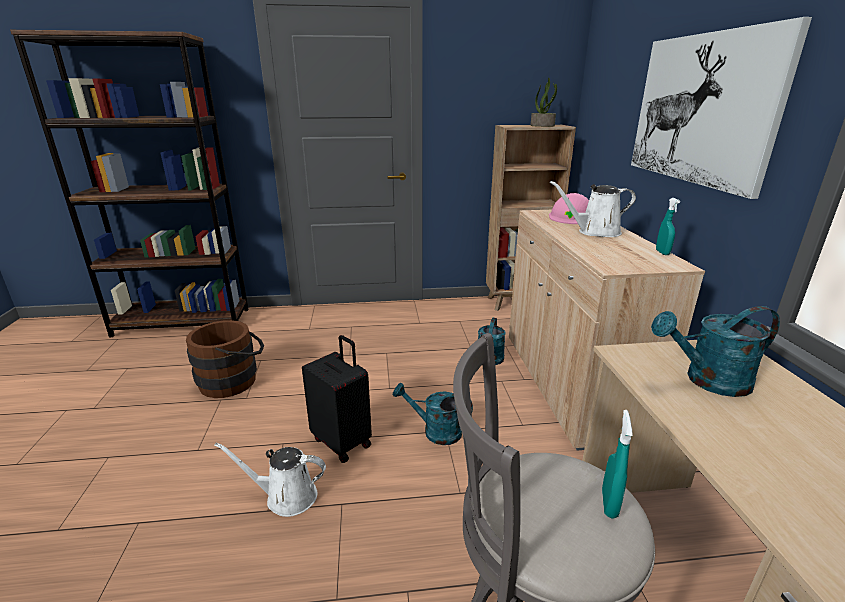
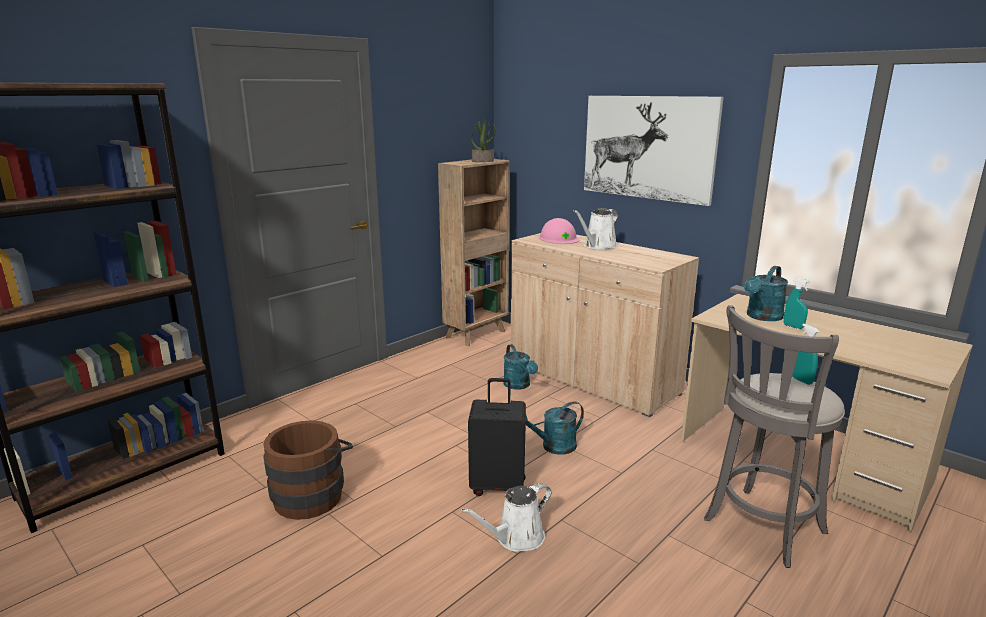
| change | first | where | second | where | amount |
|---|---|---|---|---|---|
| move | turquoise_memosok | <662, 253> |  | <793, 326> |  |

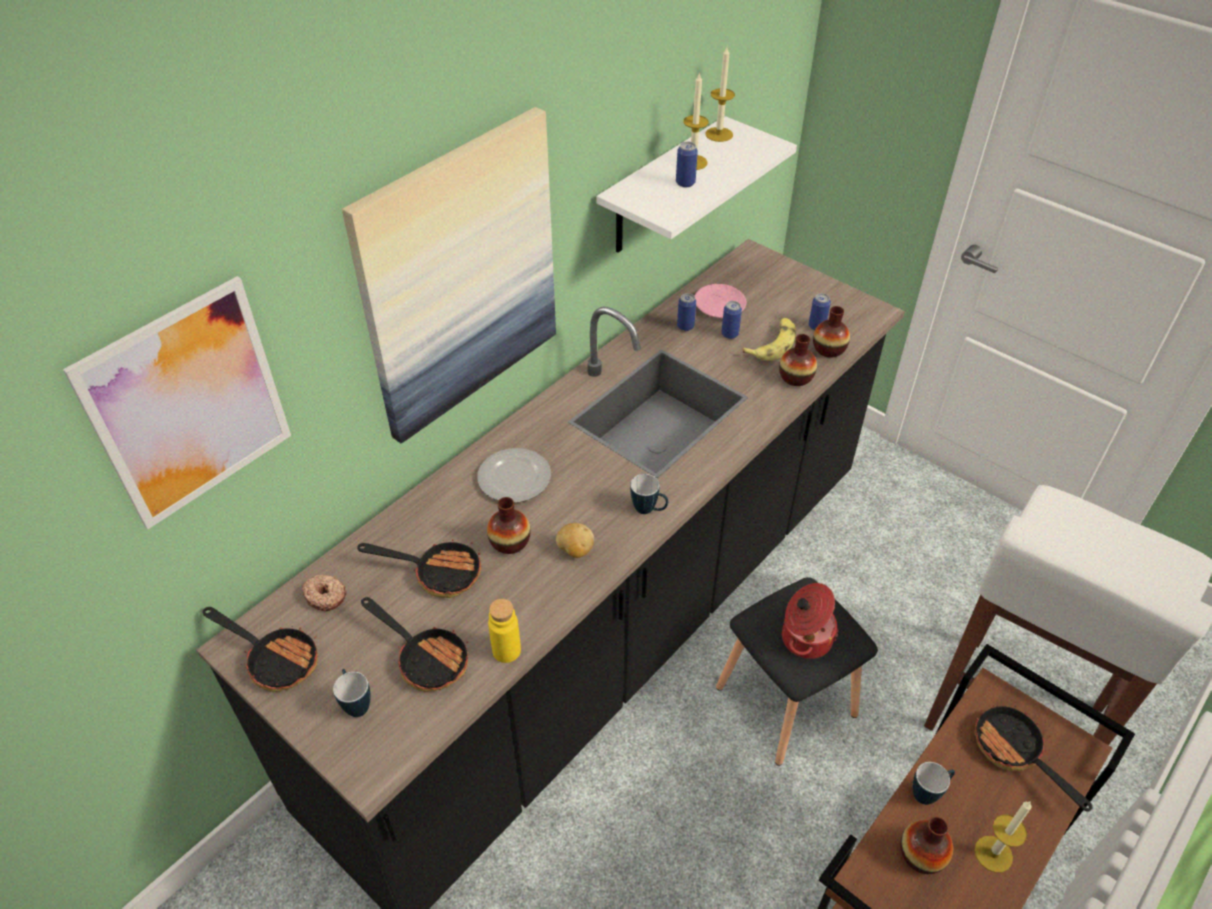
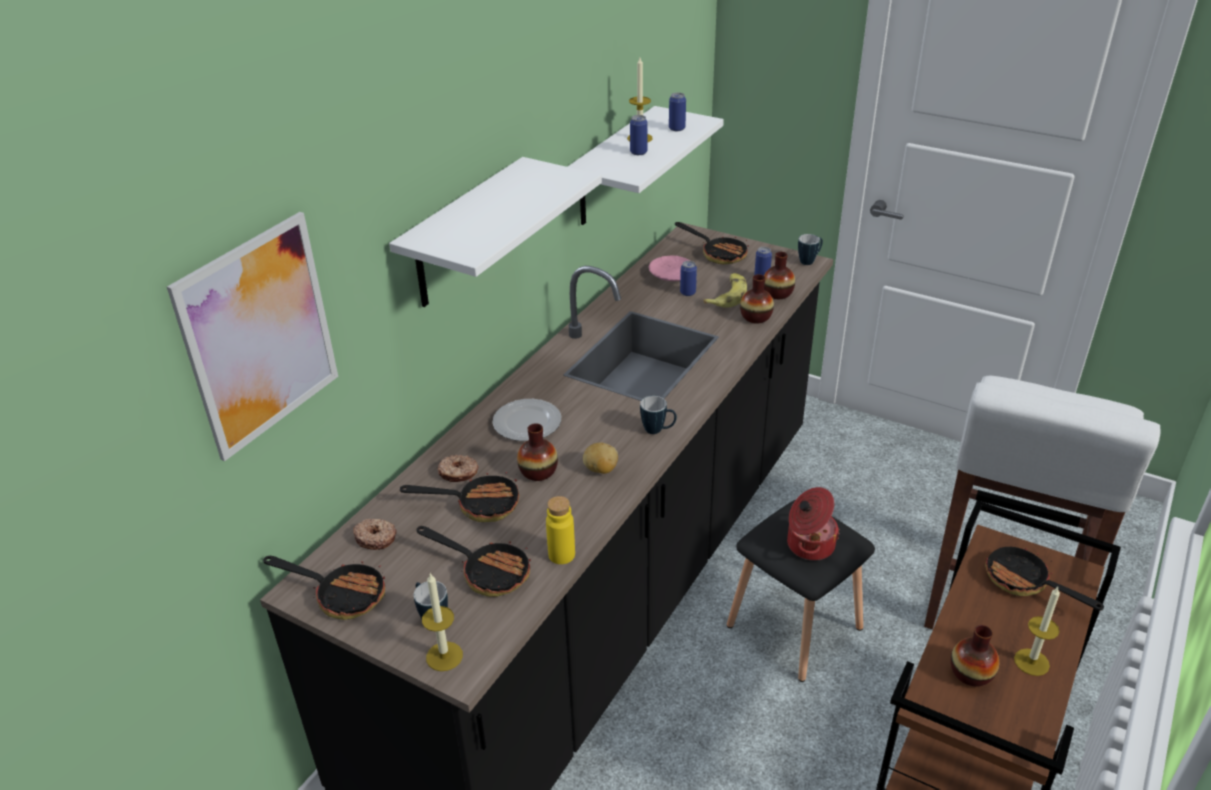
| change | first | where | second | where | amount |
|---|---|---|---|---|---|
| insert |  |  | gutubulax | <458, 473> |  |
| insert |  |  | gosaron | <718, 253> |  |
| move | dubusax | <685, 326> |  | <677, 128> |  |
| move | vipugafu | <719, 134> |  | <444, 656> |  |
| move | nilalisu | <928, 793> |  | <809, 261> |  |
| replace | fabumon | <459, 277> | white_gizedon | <464, 235> |  |

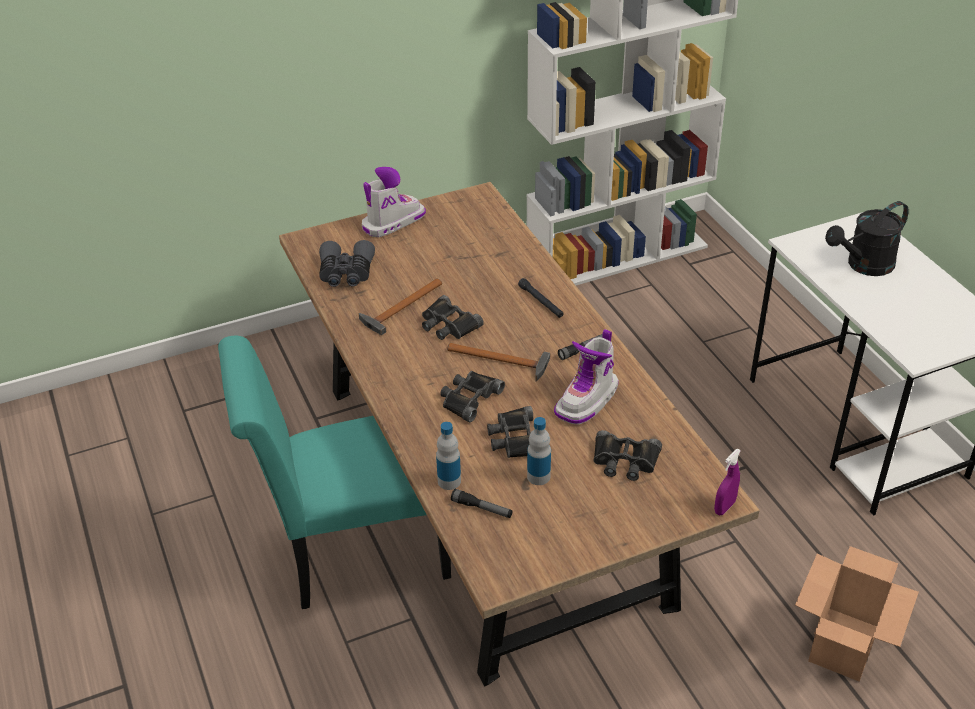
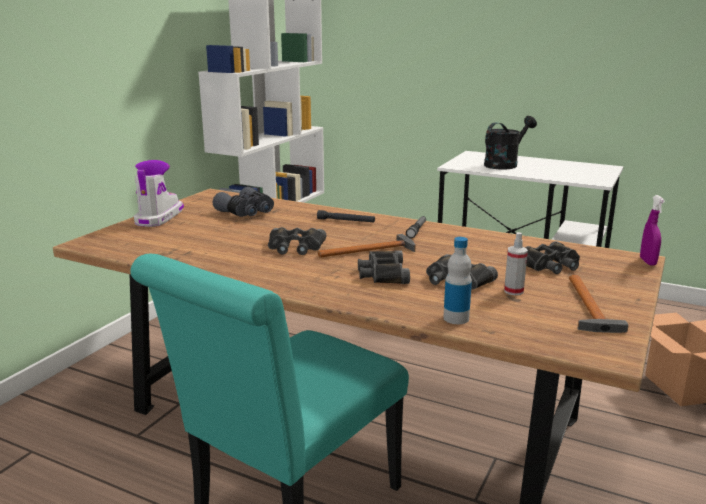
| change | first | where | second | where | amount |
|---|---|---|---|---|---|
| delete | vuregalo | <482, 508> |  |  |  |
| delete | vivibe | <587, 401> |  |  |  |
| move | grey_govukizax | <346, 273> |  | <247, 213> |  |
| move | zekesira | <400, 308> |  | <588, 307> |  |
| replace | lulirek | <538, 476> | memosok | <513, 291> |  |
| rotate | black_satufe | <864, 266> |  | <504, 164> | 150 degrees counterclockwise |

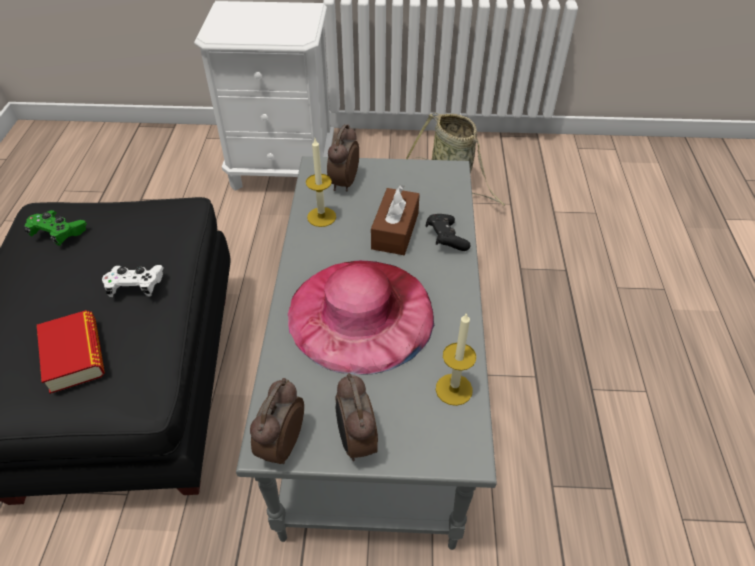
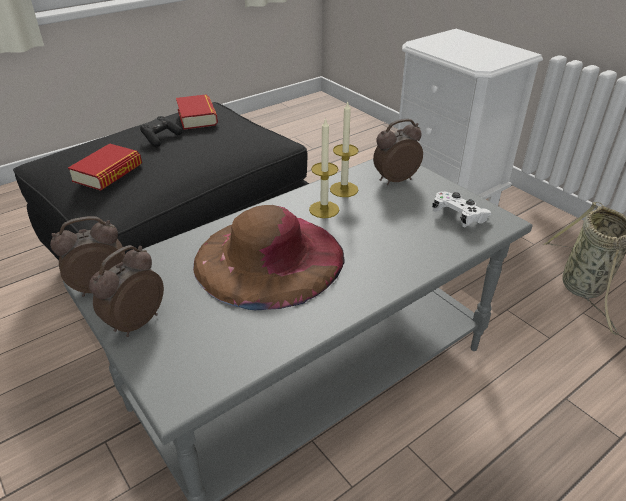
| change | first | where | second | where | amount |
|---|---|---|---|---|---|
| delete | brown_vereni | <395, 231> |  |  |  |
| move | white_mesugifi | <136, 286> |  | <458, 216> |  |
| move | black_mesugifi | <445, 239> |  | <161, 138> |  |
| move | vipugafu | <454, 389> |  | <324, 209> |  |
| replace | green_mesugifi | <58, 233> | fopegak | <197, 117> |  |
| recolor | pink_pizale | <361, 313> | brown_pizale | <269, 258> |  |

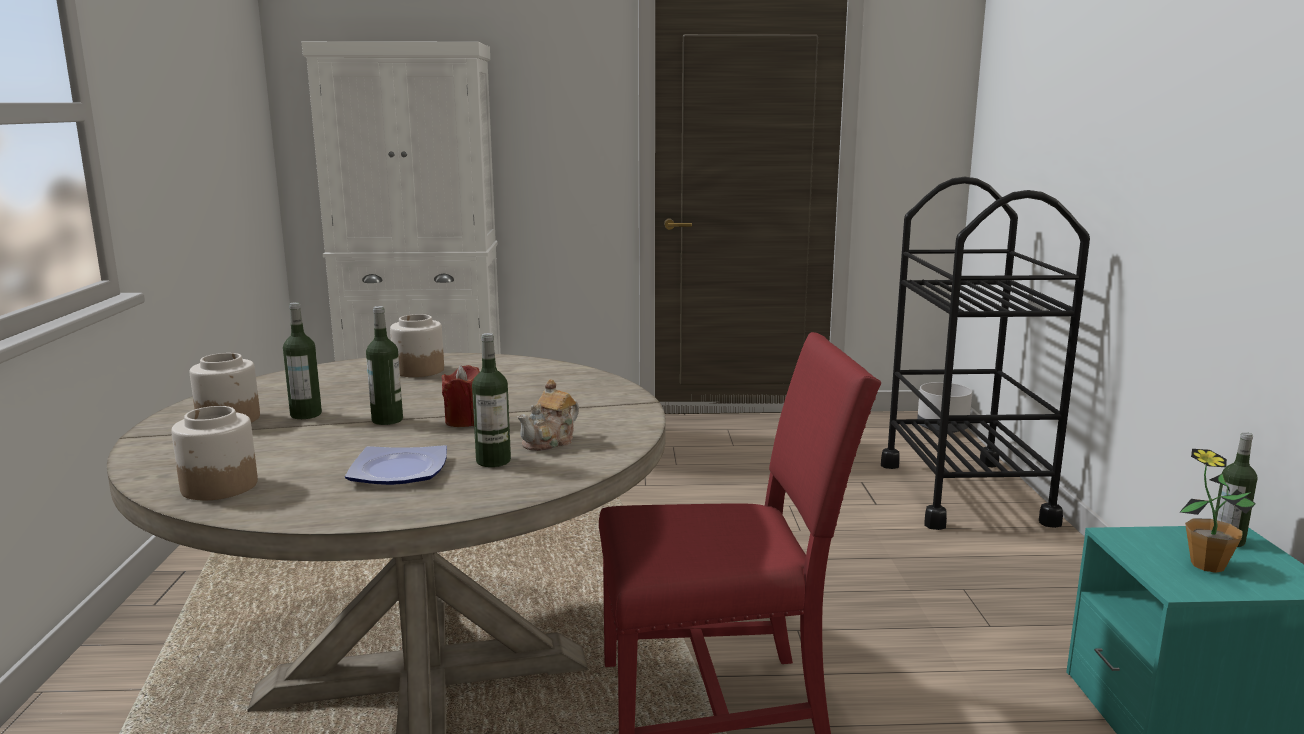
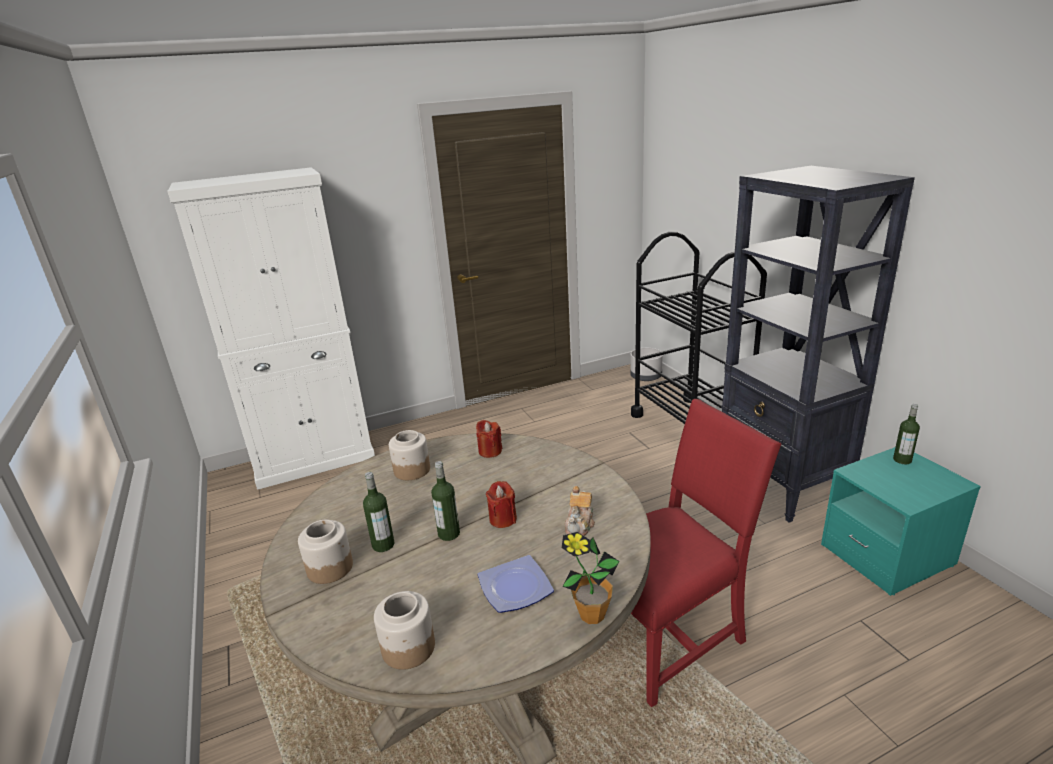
| change | first | where | second | where | amount |
|---|---|---|---|---|---|
| delete | lulirek | <493, 461> |  |  |  |
| insert |  |  | red_vipugafu | <490, 451> |  |
| insert |  |  | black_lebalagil | <782, 485> |  |
| move | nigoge | <1207, 565> |  | <592, 615> |  |

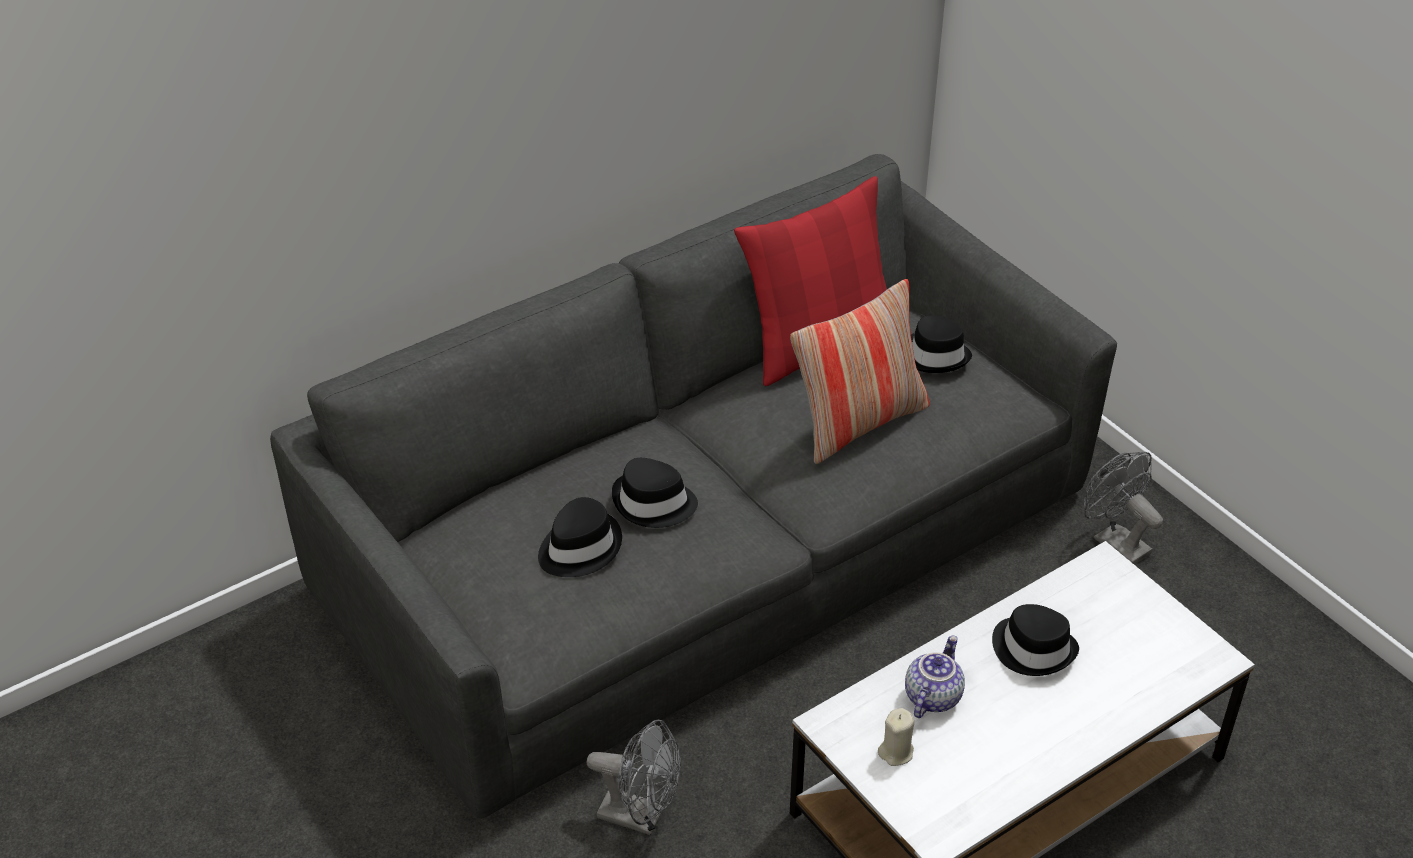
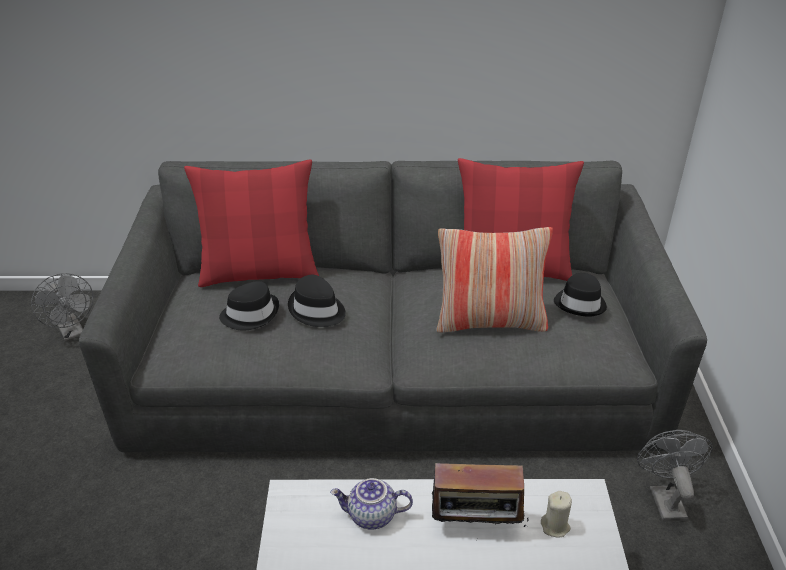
| change | first | where | second | where | amount |
|---|---|---|---|---|---|
| insert |  |  | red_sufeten | <259, 272> |  |
| move | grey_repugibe | <640, 816> |  | <72, 332> |  |
| move | beige_vipugafu | <896, 752> |  | <555, 526> |  |
| replace | black_pizale | <1034, 648> | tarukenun | <476, 525> |  |
| rotate | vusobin | <931, 696> |  | <371, 516> | 150 degrees counterclockwise |

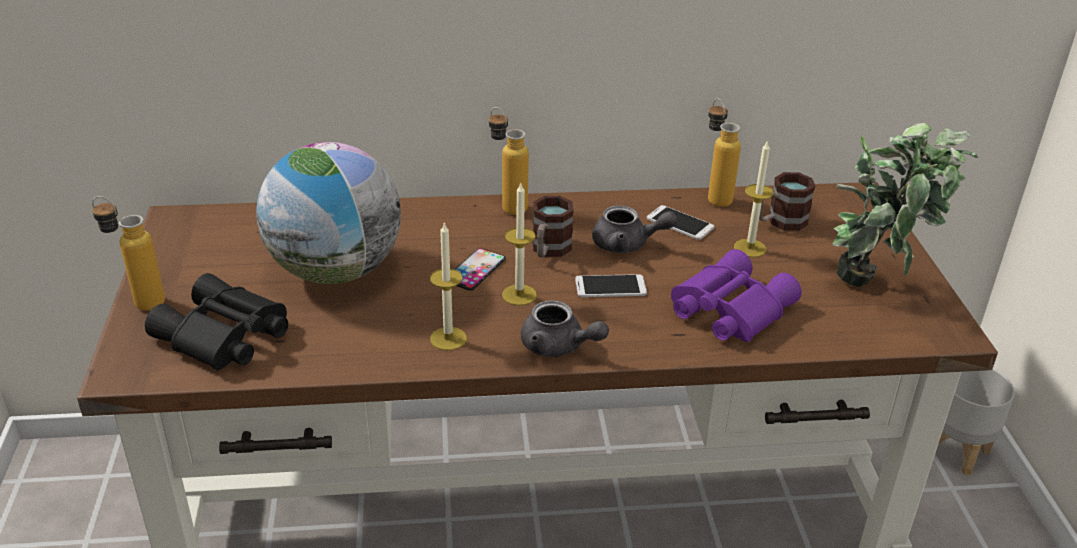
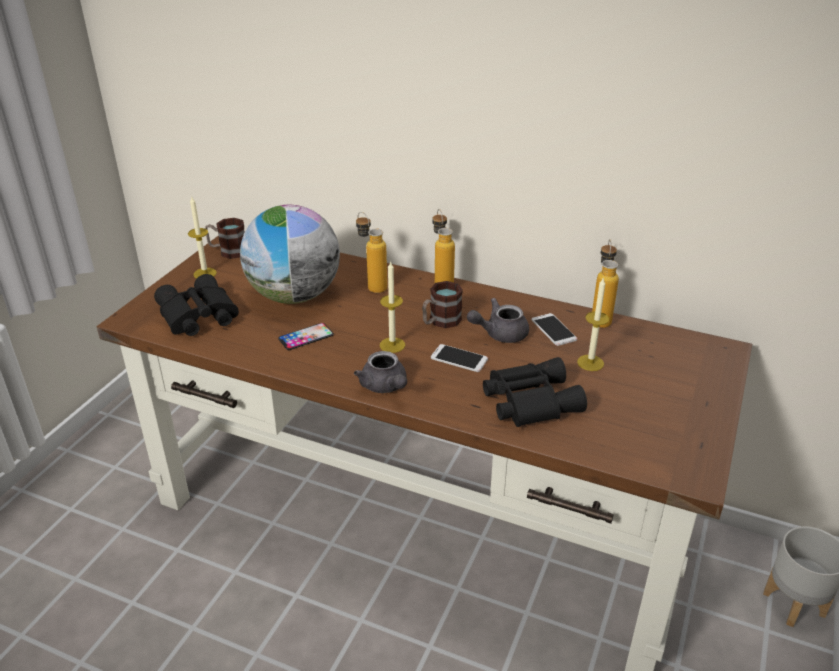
| change | first | where | second | where | amount |
|---|---|---|---|---|---|
| delete | nigoge | <877, 284> |  |  |  |
| move | lulirek | <139, 301> |  | <372, 285> |  |
| move | vipugafu | <448, 338> |  | <205, 273> |  |
| move | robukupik | <475, 270> |  | <306, 337> |  |
| move | nilalisu | <780, 222> |  | <228, 251> |  |
| recolor | purple_govukizax | <727, 309> | black_govukizax | <529, 400> |  |
| rotate | grey_vusobin | <627, 244> |  | <499, 334> | 120 degrees clockwise |

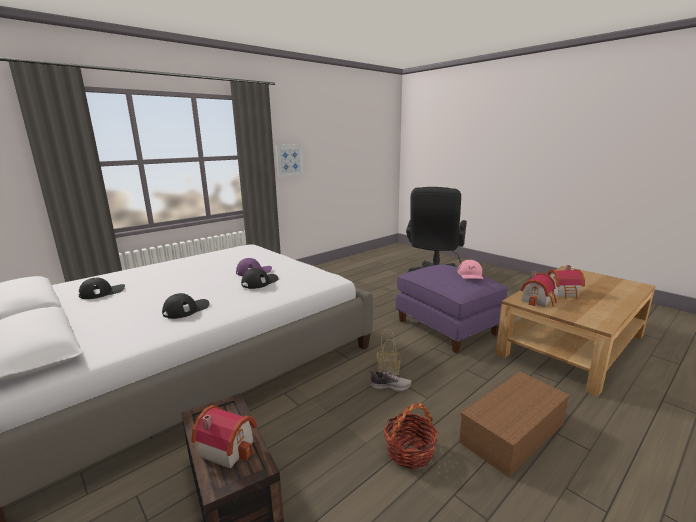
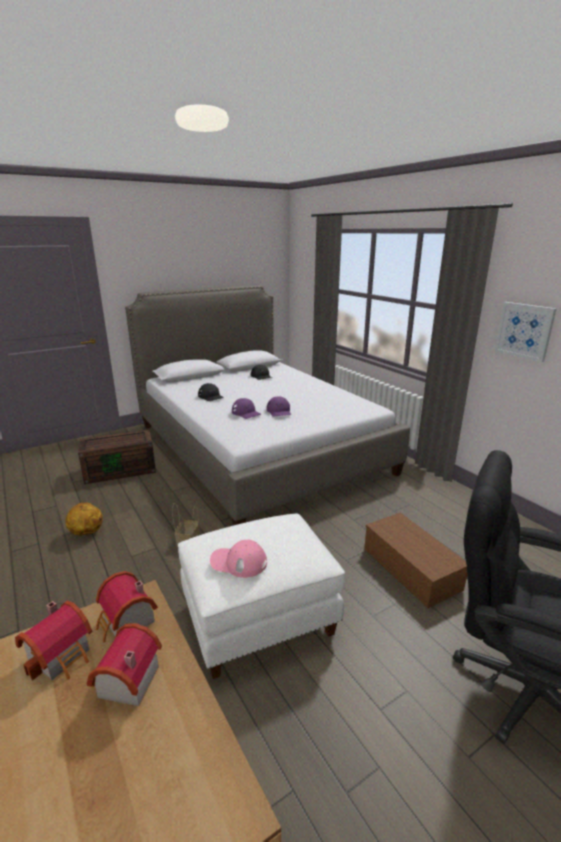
| change | first | where | second | where | amount |
|---|---|---|---|---|---|
| delete | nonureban | <390, 386> |  |  |  |
| move | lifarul | <228, 446> |  | <62, 655> |  |
| move | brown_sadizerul | <513, 434> |  | <409, 568> |  |
| replace | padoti | <409, 451> | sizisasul | <86, 532> |  |
| recolor | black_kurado | <260, 282> | purple_kurado | <246, 413> |  |
| recolor | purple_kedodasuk | <445, 327> | white_kedodasuk | <259, 617> |  |

